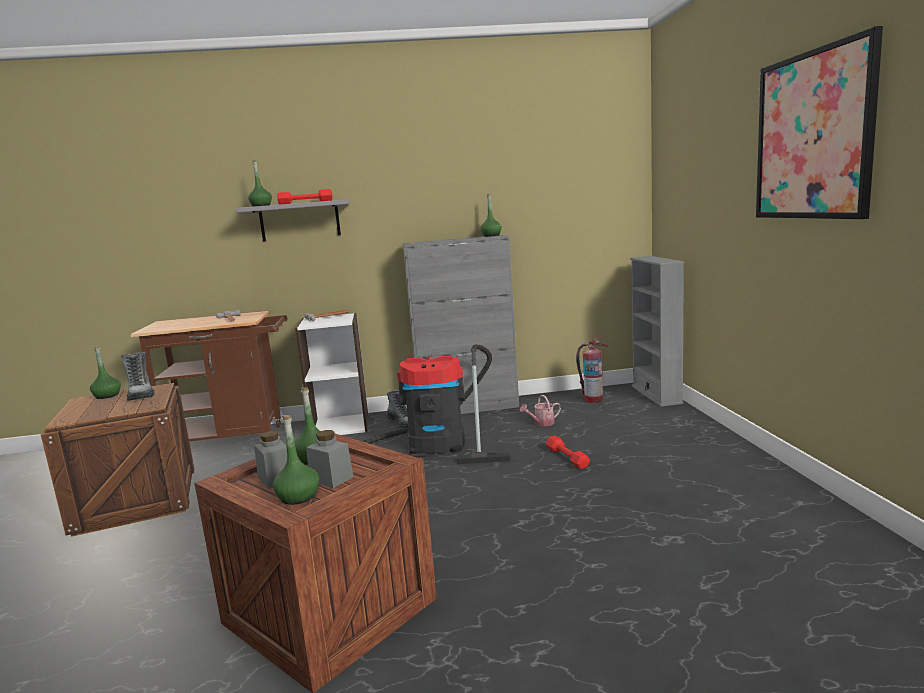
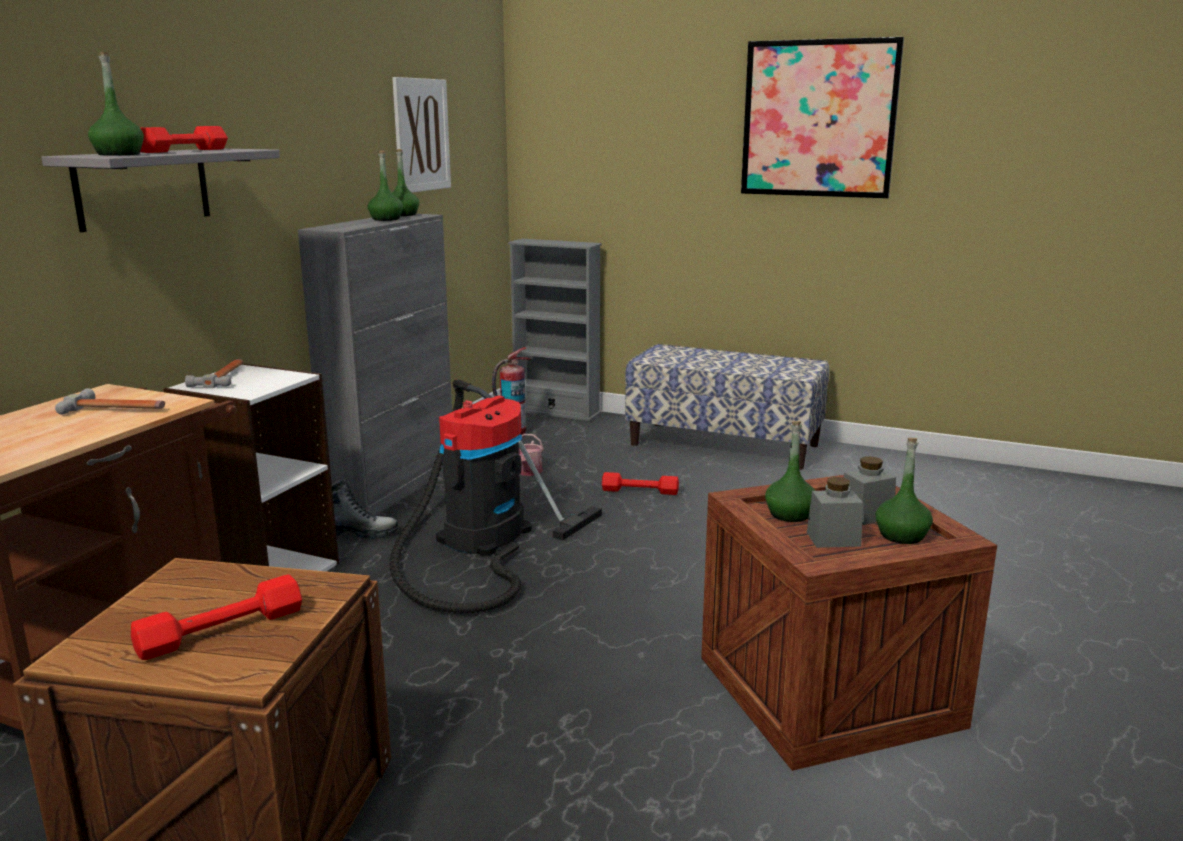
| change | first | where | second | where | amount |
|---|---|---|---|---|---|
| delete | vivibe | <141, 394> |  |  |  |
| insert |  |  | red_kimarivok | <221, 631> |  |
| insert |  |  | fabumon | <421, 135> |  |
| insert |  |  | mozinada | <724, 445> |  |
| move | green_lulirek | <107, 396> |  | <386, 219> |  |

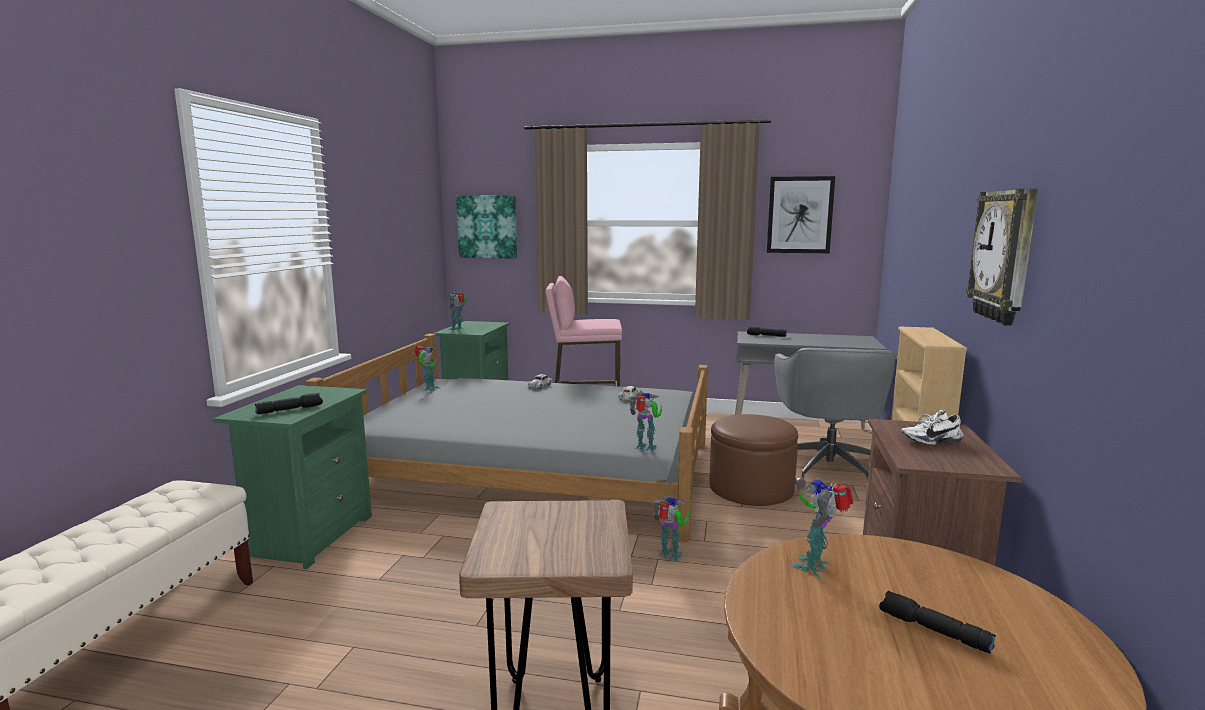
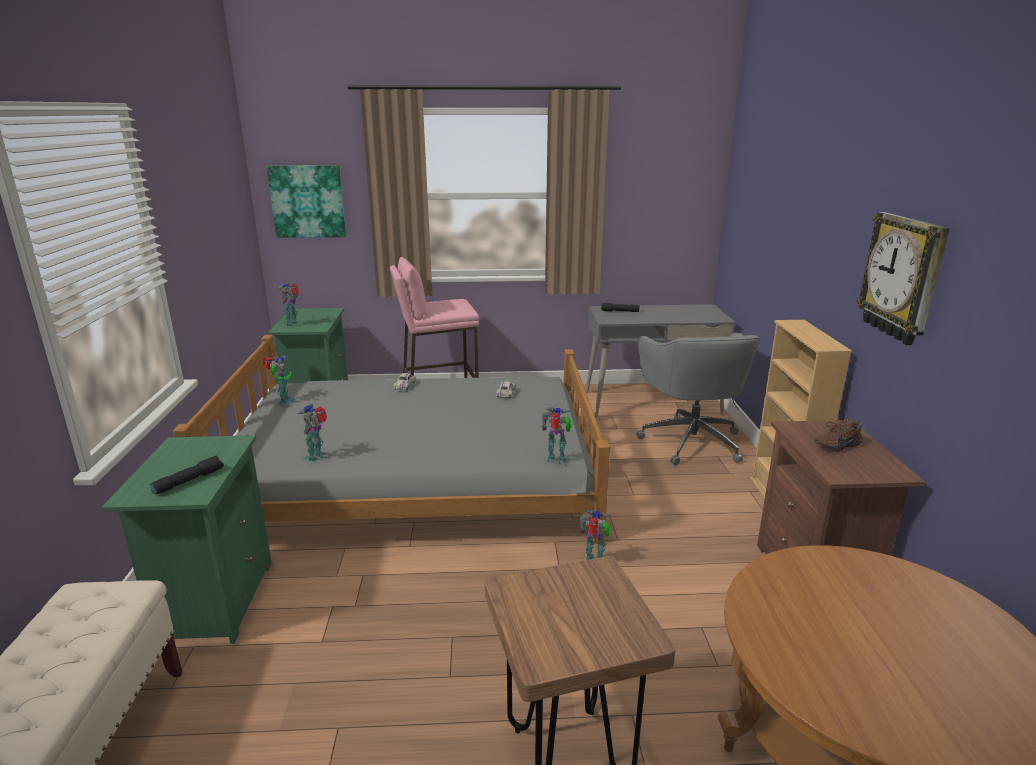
| change | first | where | second | where | amount |
|---|---|---|---|---|---|
| delete | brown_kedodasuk | <751, 488> |  |  |  |
| delete | fabumon | <799, 215> |  |  |  |
| delete | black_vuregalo | <932, 631> |  |  |  |
| move | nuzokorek | <816, 566> |  | <317, 457> |  |
| recolor | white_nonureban | <930, 441> | brown_nonureban | <836, 445> |  |

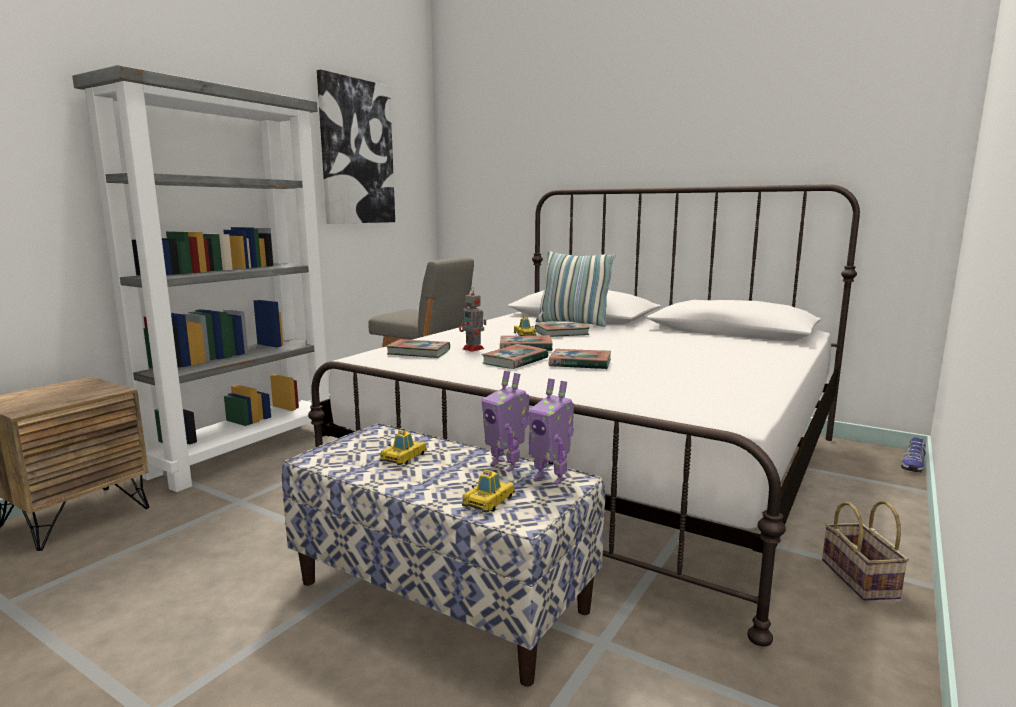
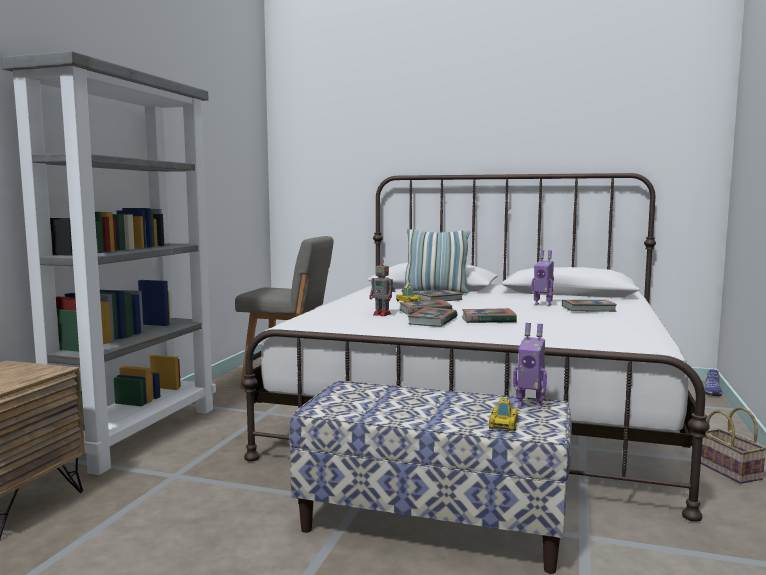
| change | first | where | second | where | amount |
|---|---|---|---|---|---|
| delete | fabumon | <356, 152> |  |  |  |
| delete | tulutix | <404, 457> |  |  |  |
| move | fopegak | <419, 352> |  | <588, 309> |  |
| move | nuzokorek | <506, 465> |  | <543, 304> |  |

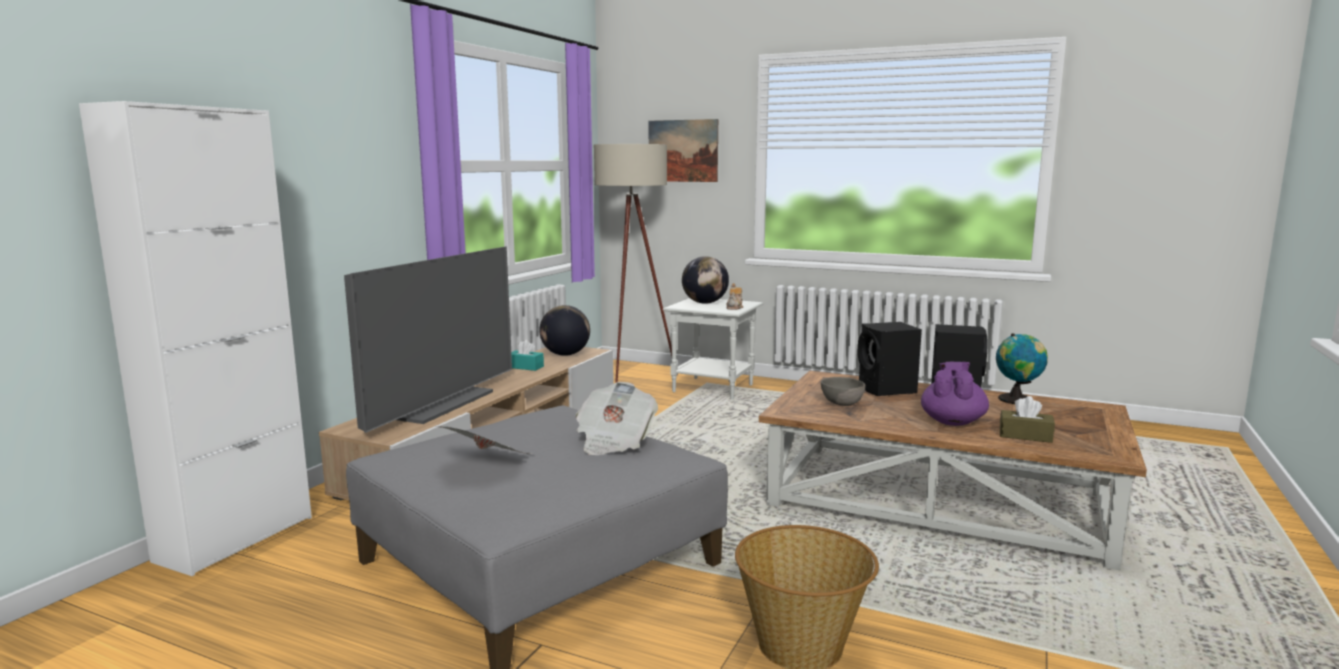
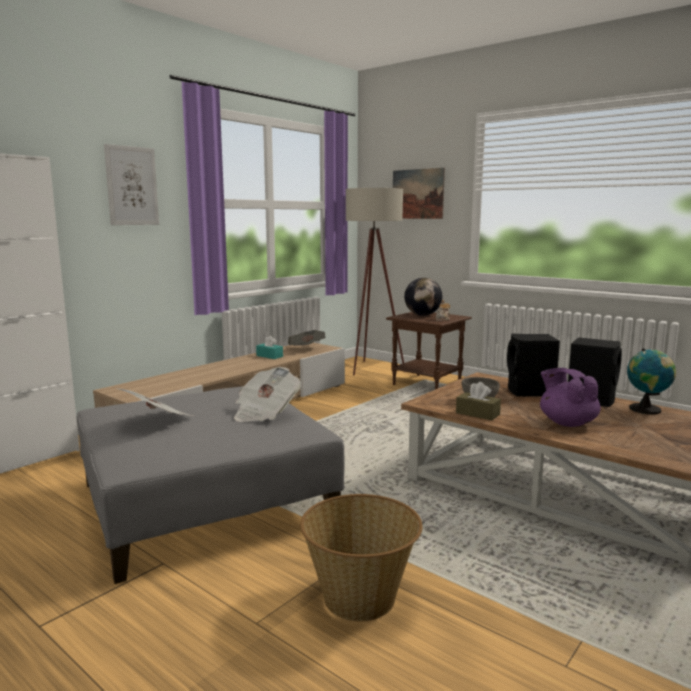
| change | first | where | second | where | amount |
|---|---|---|---|---|---|
| delete | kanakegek | <438, 403> |  |  |  |
| insert |  |  | fabumon | <132, 186> |  |
| move | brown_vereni | <1025, 436> |  | <477, 414> |  |
| replace | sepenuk | <565, 354> | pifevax | <306, 349> |  |
| recolor | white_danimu | <714, 388> | brown_danimu | <427, 384> |  |
| rotate | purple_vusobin | <952, 421> |  | <567, 423> | 60 degrees counterclockwise |

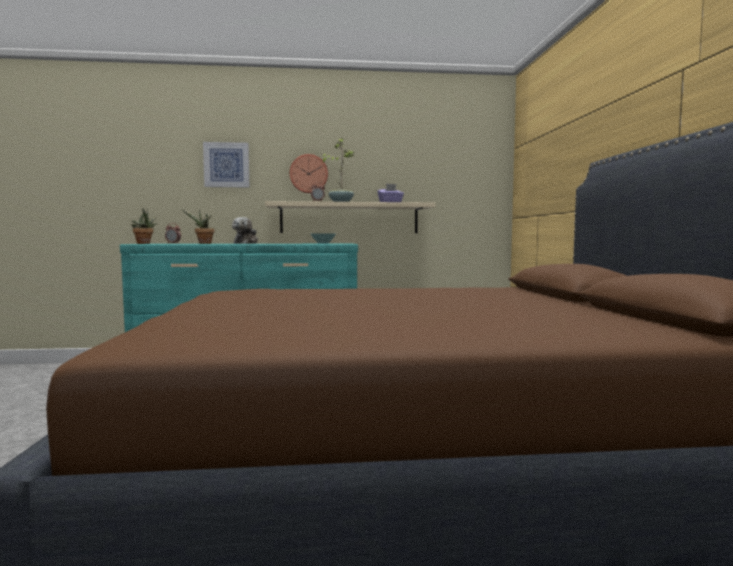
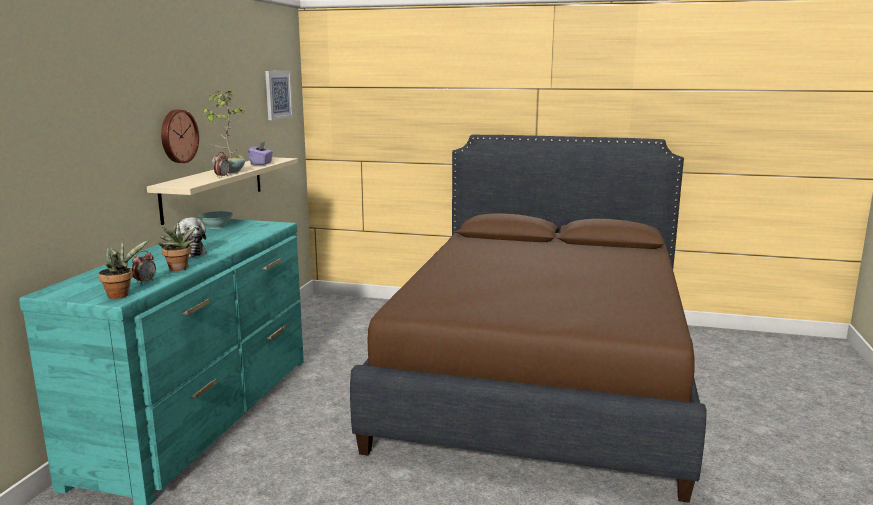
| change | first | where | second | where | amount |
|---|---|---|---|---|---|
| move | fabumon | <226, 165> |  | <278, 94> |  |

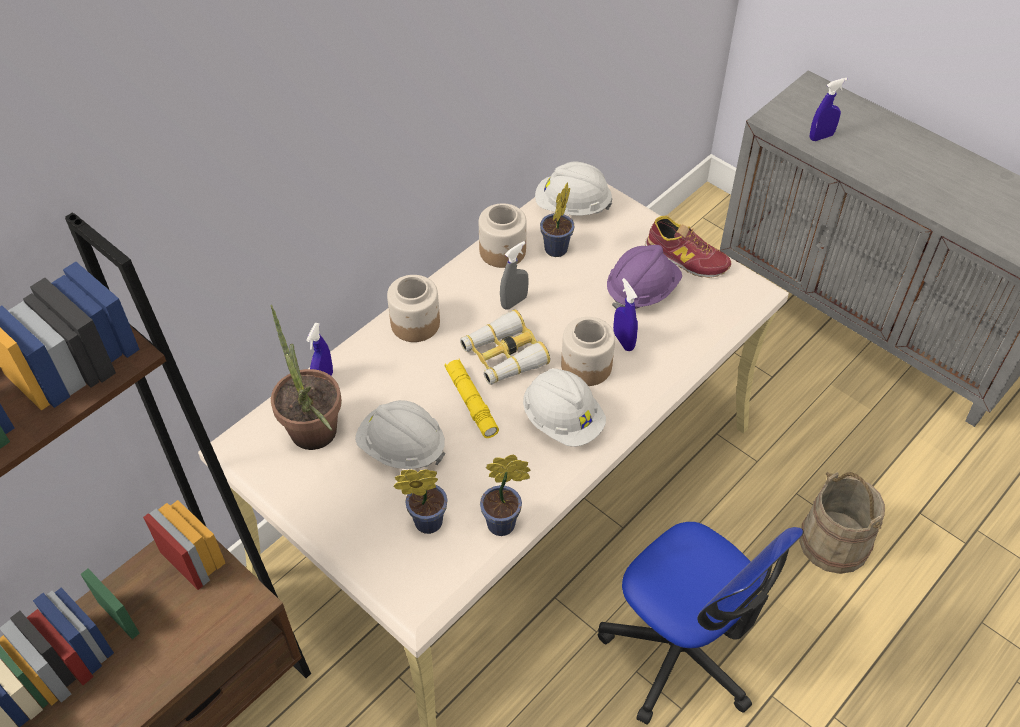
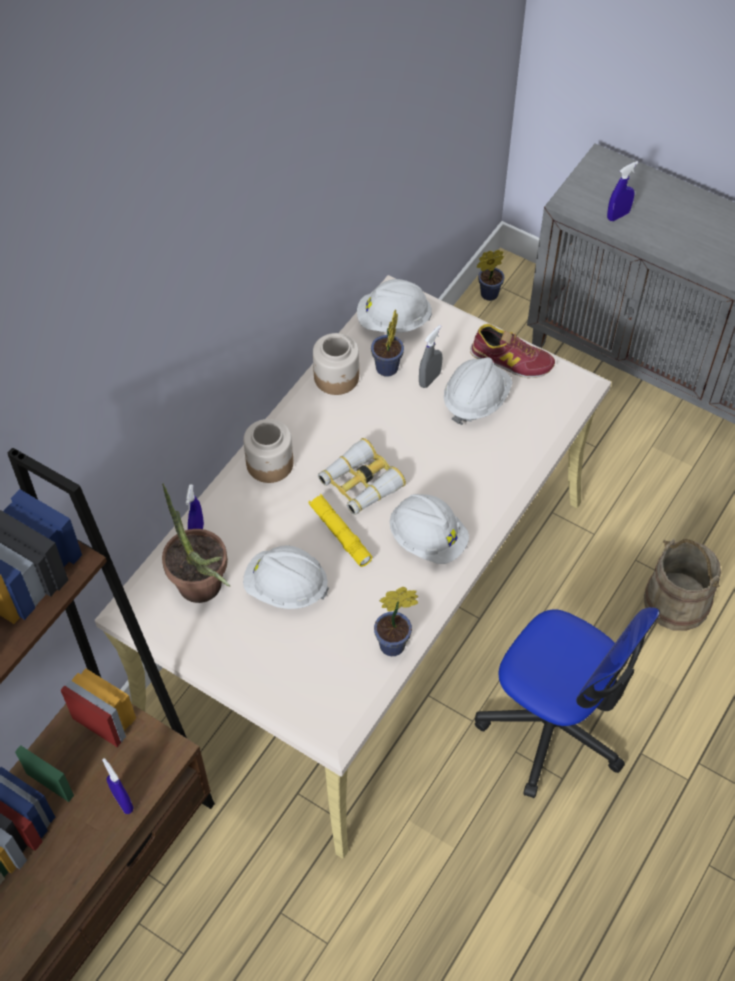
| change | first | where | second | where | amount |
|---|---|---|---|---|---|
| delete | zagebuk | <585, 366> |  |  |  |
| move | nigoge | <424, 522> |  | <486, 294> |  |
| move | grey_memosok | <514, 302> |  | <429, 379> |  |
| move | blue_memosok | <623, 341> |  | <123, 801> |  |
| recolor | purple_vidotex | <641, 291> | white_vidotex | <476, 400> |  |

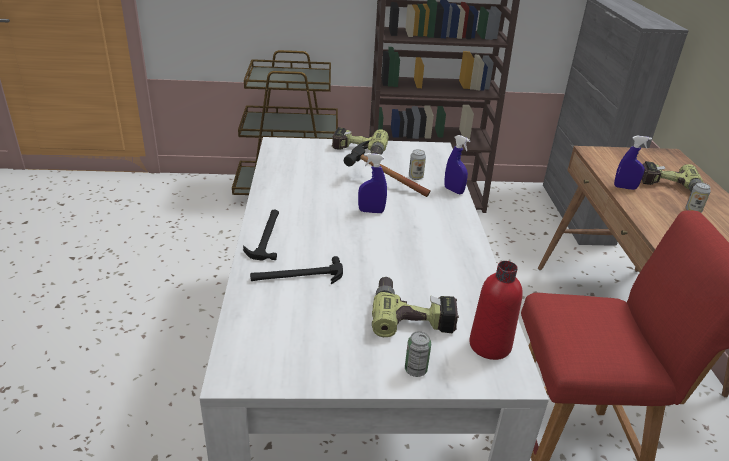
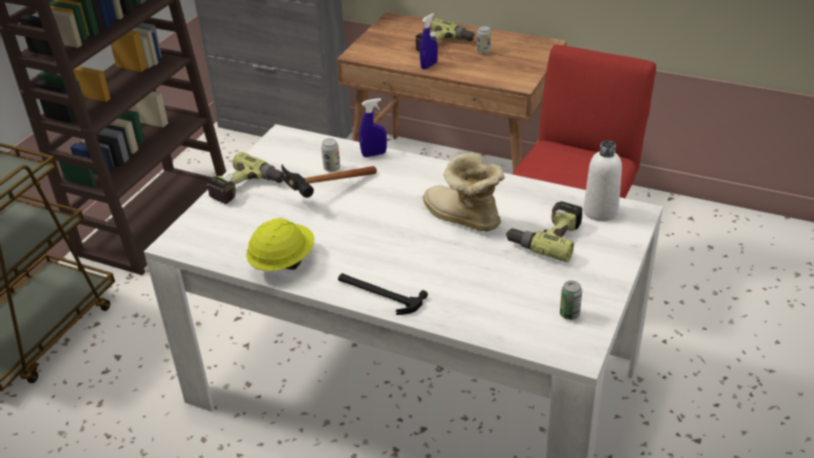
| change | first | where | second | where | amount |
|---|---|---|---|---|---|
| delete | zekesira | <297, 276> |  |  |  |
| delete | blue_memosok | <371, 211> |  |  |  |
| insert |  |  | yellow_vidotex | <282, 262> |  |
| insert |  |  | vivibe | <462, 219> |  |
| move | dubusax | <415, 370> |  | <569, 314> |  |
| recolor | red_lulirek | <490, 345> | white_lulirek | <600, 211> |  |

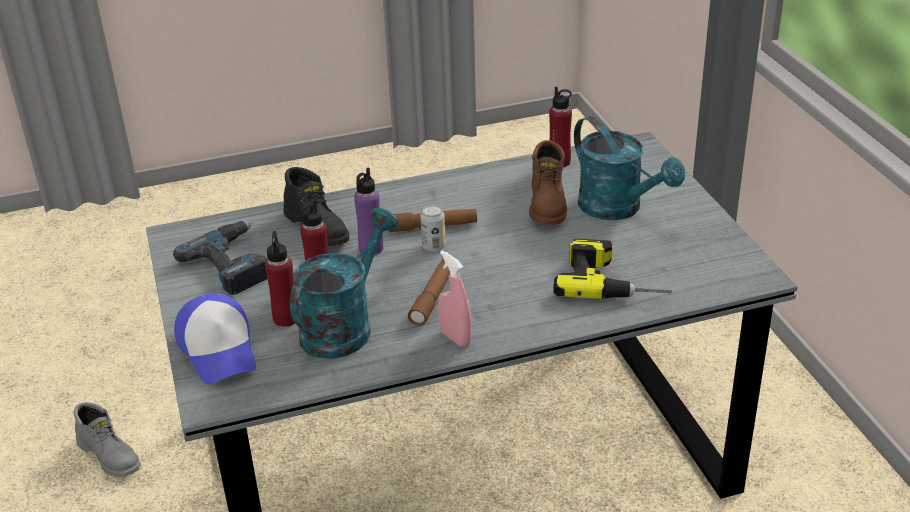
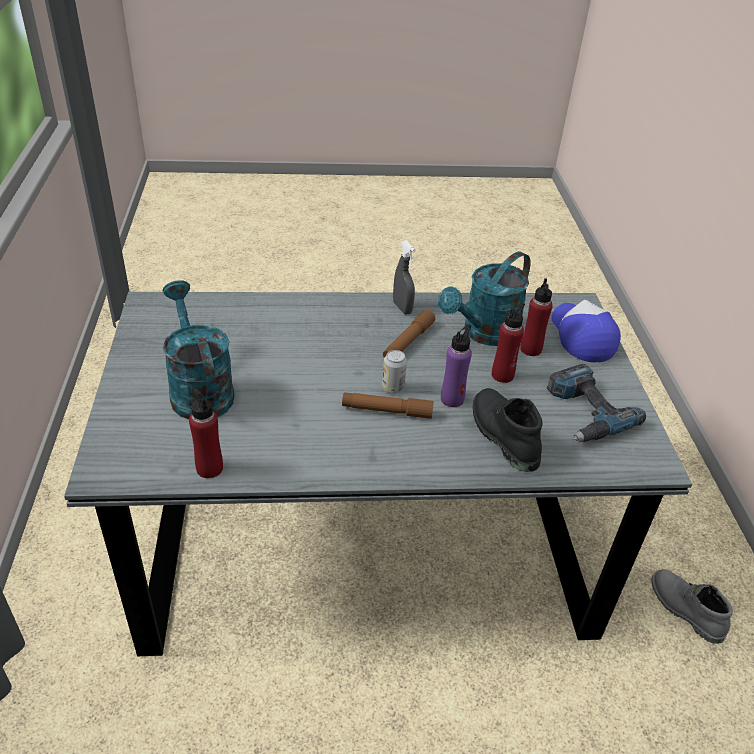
| change | first | where | second | where | amount |
|---|---|---|---|---|---|
| delete | brown_vivibe | <548, 204> |  |  |  |
| delete | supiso | <613, 280> |  |  |  |
| recolor | pink_memosok | <455, 338> | grey_memosok | <402, 308> |  |

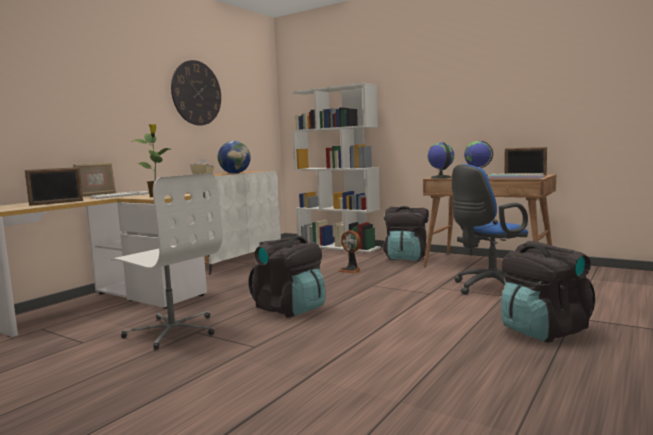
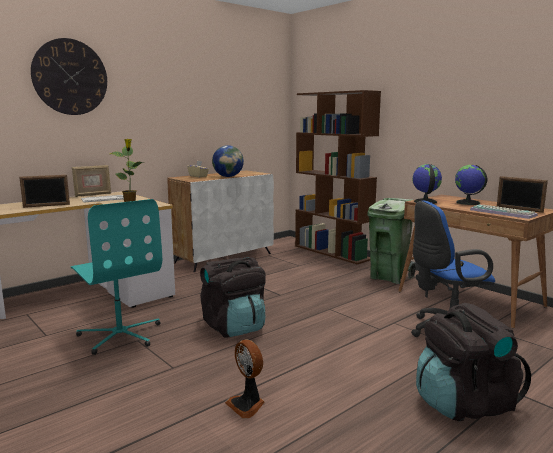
| change | first | where | second | where | amount |
|---|---|---|---|---|---|
| move | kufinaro | <196, 93> |  | <70, 77> |  |
| move | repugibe | <351, 270> |  | <247, 405> |  |
| replace | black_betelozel | <406, 258> | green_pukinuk | <389, 277> |  |
| recolor | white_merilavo | <172, 330> | turquoise_merilavo | <120, 335> |  |
| recolor | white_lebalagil | <339, 246> | brown_lebalagil | <333, 252> |  |

